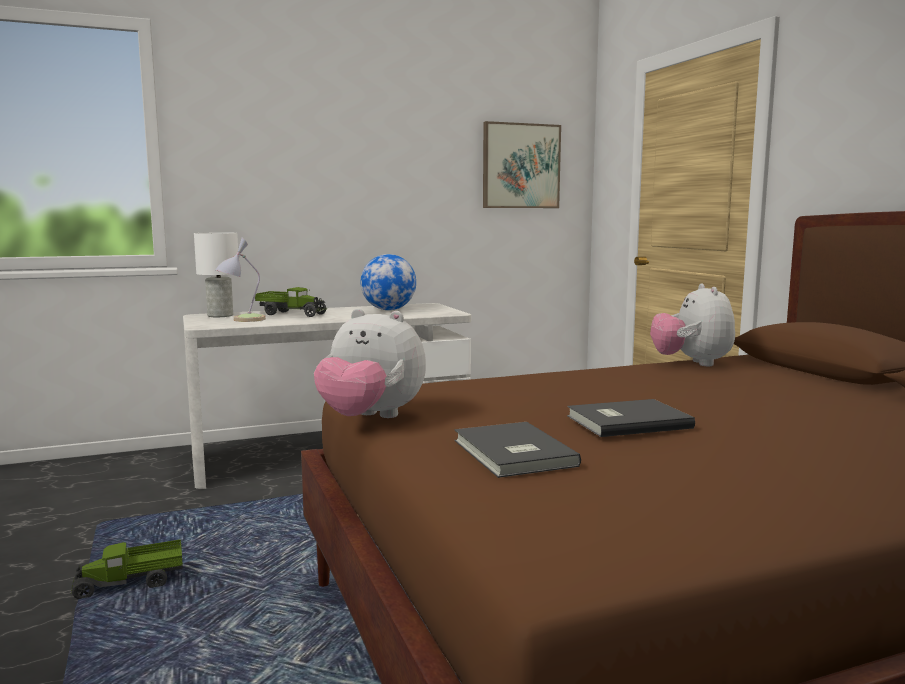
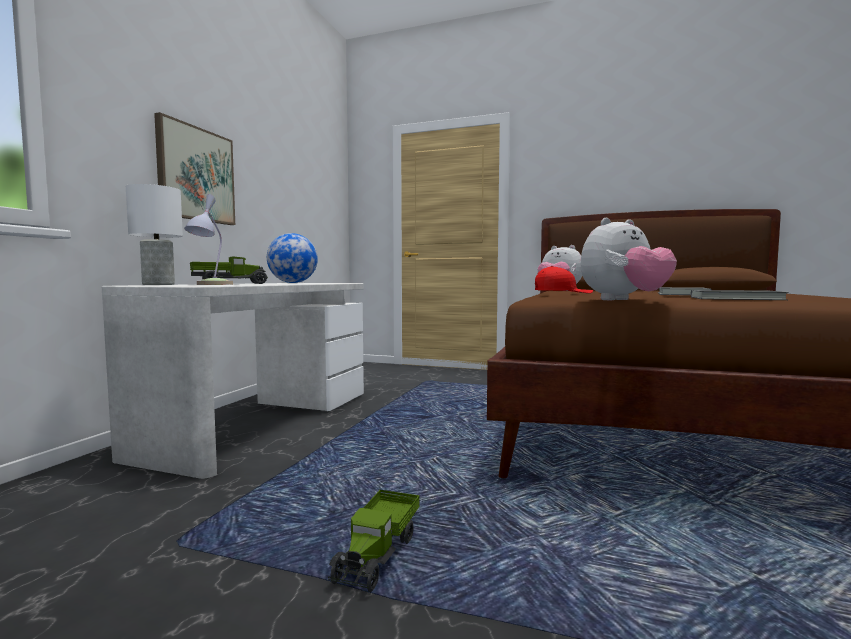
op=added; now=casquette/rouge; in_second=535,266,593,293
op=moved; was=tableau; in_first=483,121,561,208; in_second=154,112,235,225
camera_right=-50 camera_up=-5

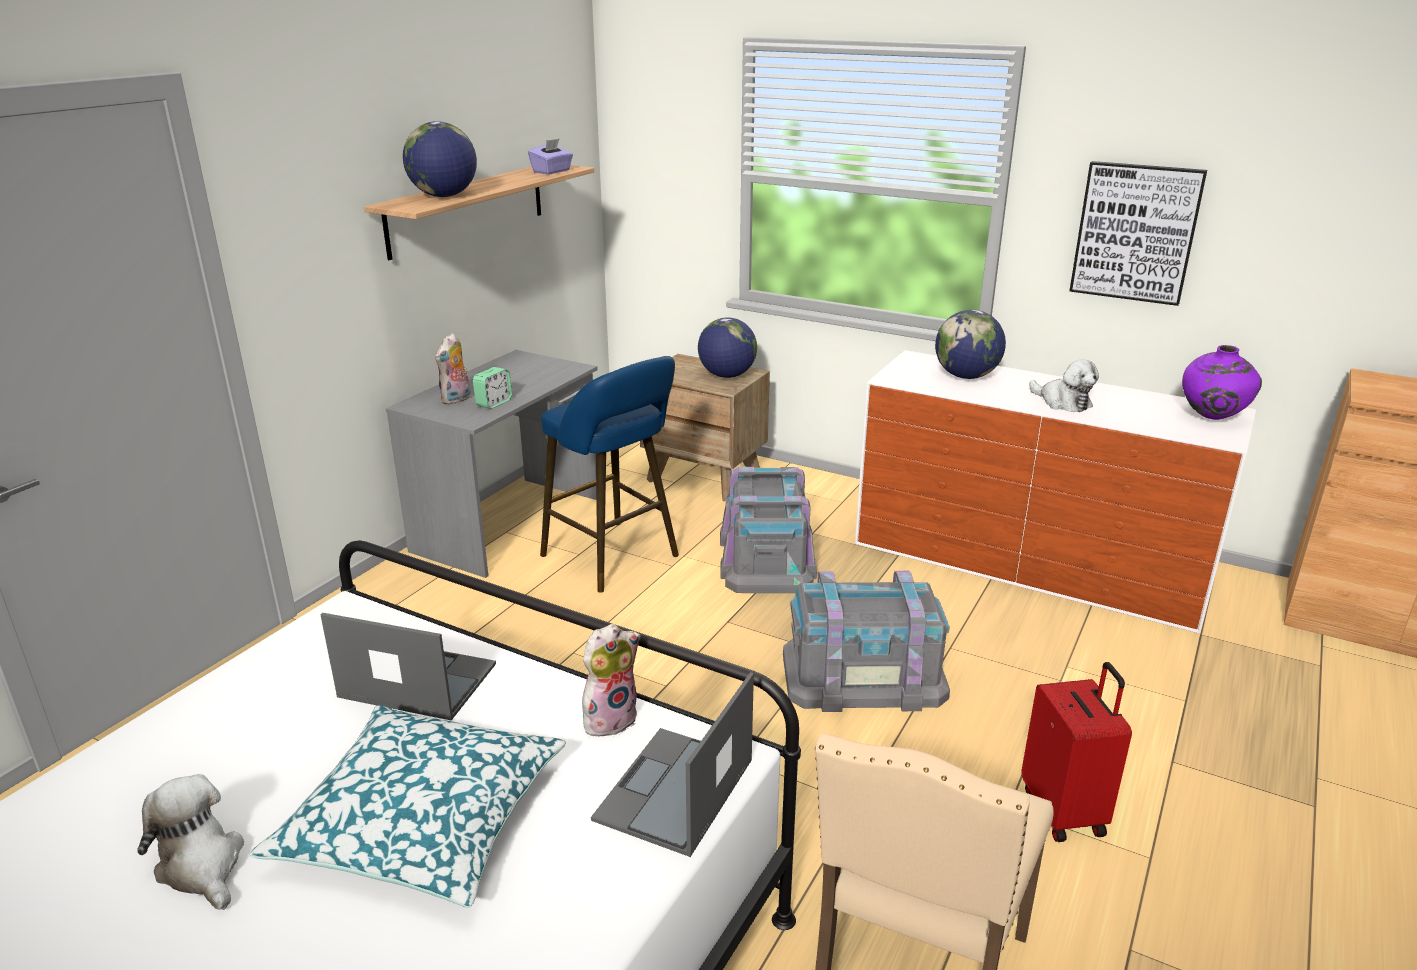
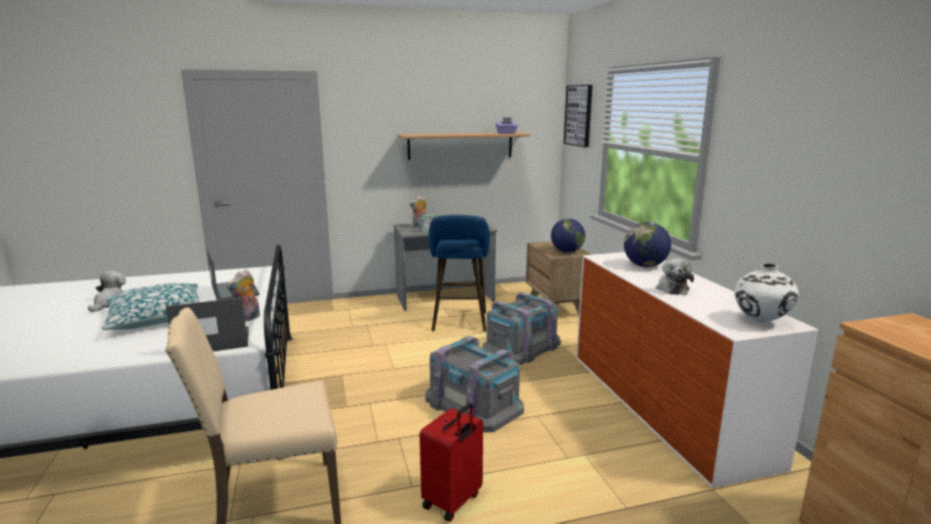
op=removed; was=globe; in_first=403,121,477,197
op=moved; was=tableau; in_first=1069,161,1207,306; in_second=564,85,592,147
op=recoloured; was=vase/violet; now=vase/blanc; in_first=1182,345,1262,420; in_second=735,263,799,323
op=turned; was=peluche; in_first=582,624,641,737; in_second=226,269,260,322; clockwise=120
camera_right=45 camera_up=-10

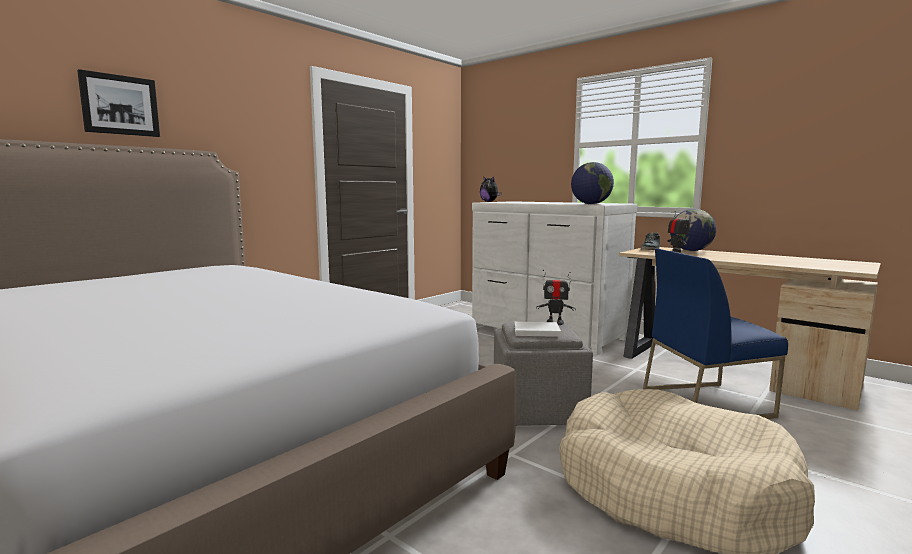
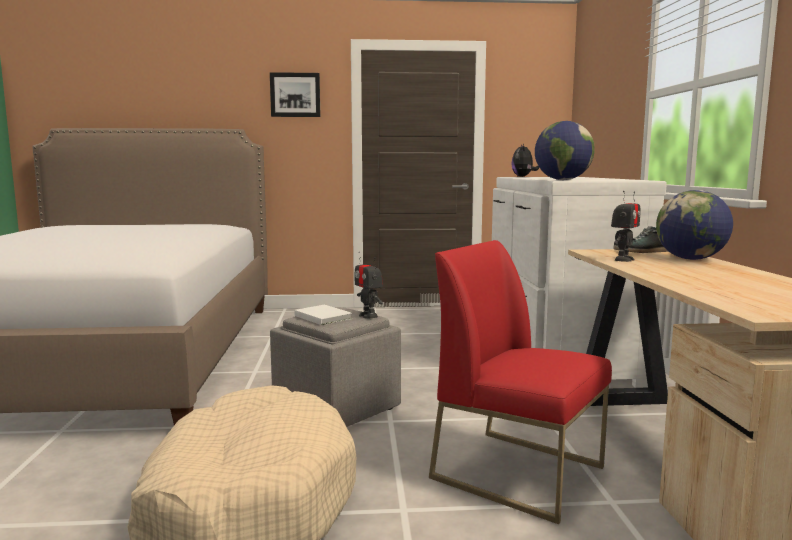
op=moved; was=tableau; in_first=77,69,160,137; in_second=270,72,320,117
op=recoloured; was=chaise/bleu; now=chaise/rouge; in_first=643,248,788,419; in_second=429,240,612,524
camera_right=45 camera_up=0

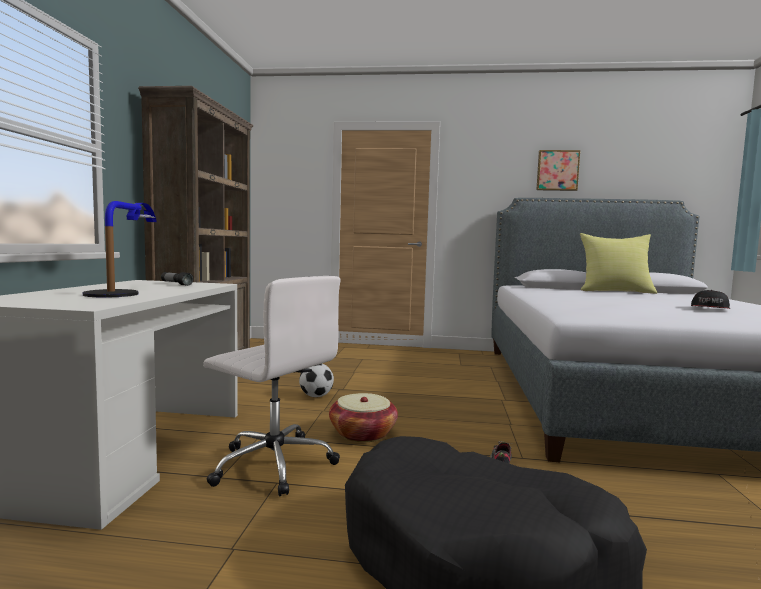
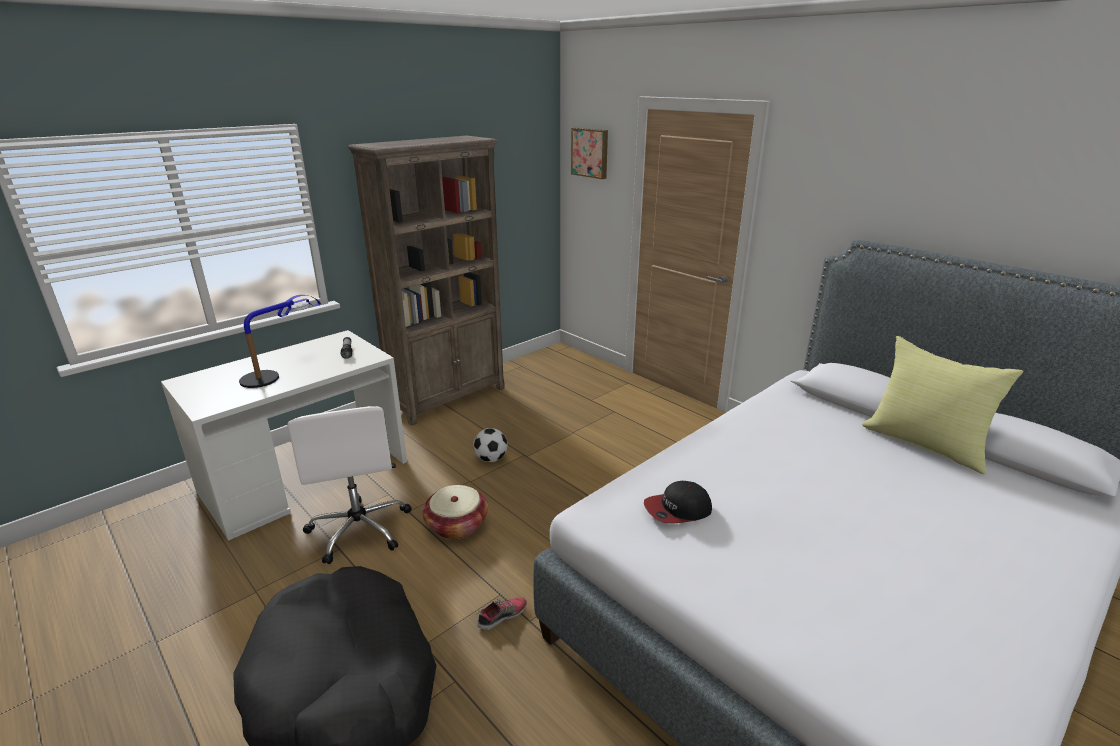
op=moved; was=tableau; in_first=536,150,580,191; in_second=571,127,608,179
op=moved; was=casquette; in_first=691,290,730,309; in_second=644,481,712,524
camera_right=40 camera_up=20

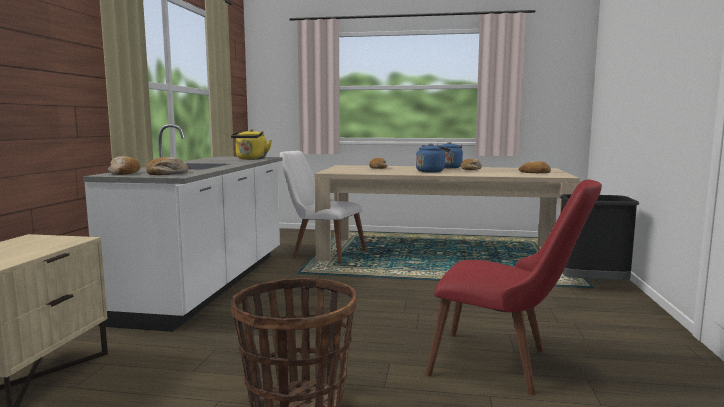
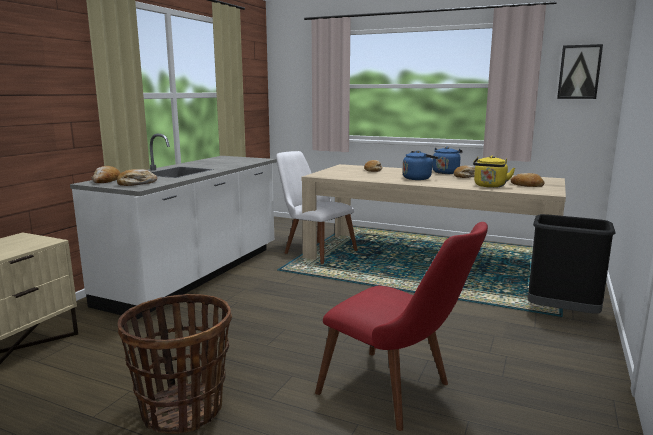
op=added; now=tableau; in_second=557,44,603,99
op=moved; was=bouilloire/jaune; in_first=230,129,272,160; in_second=473,155,515,188
camera_right=15 camera_up=5

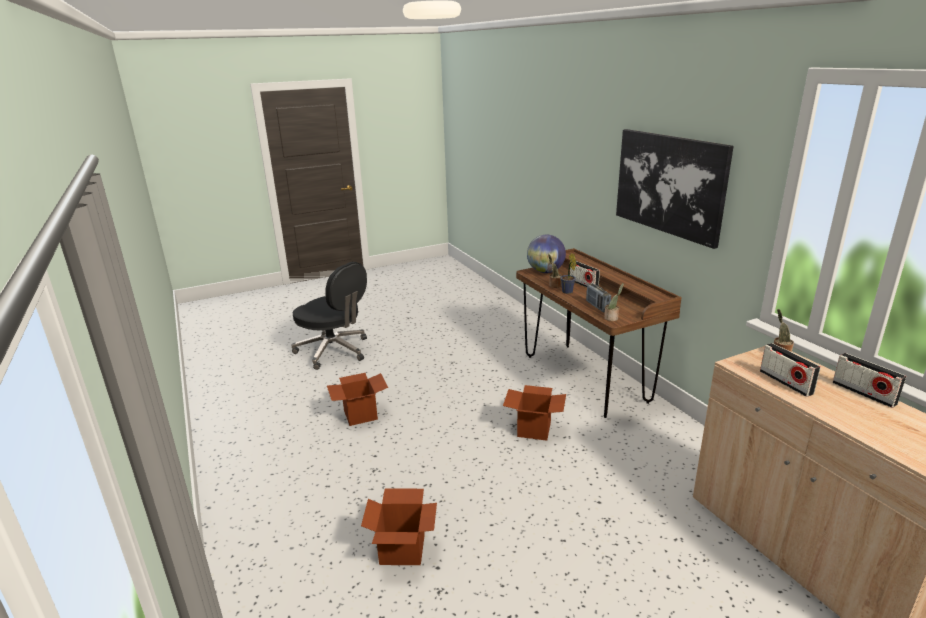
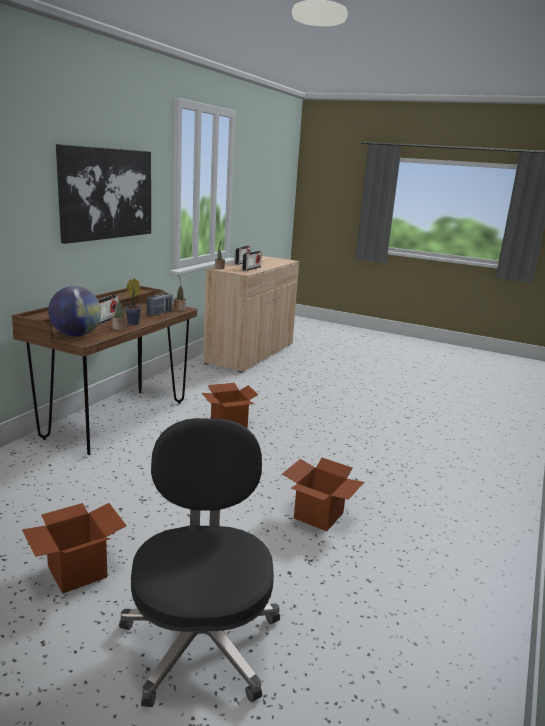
op=moved; was=carton; in_first=361,489,437,565; in_second=22,503,127,594
camera_right=-130 camera_up=-5

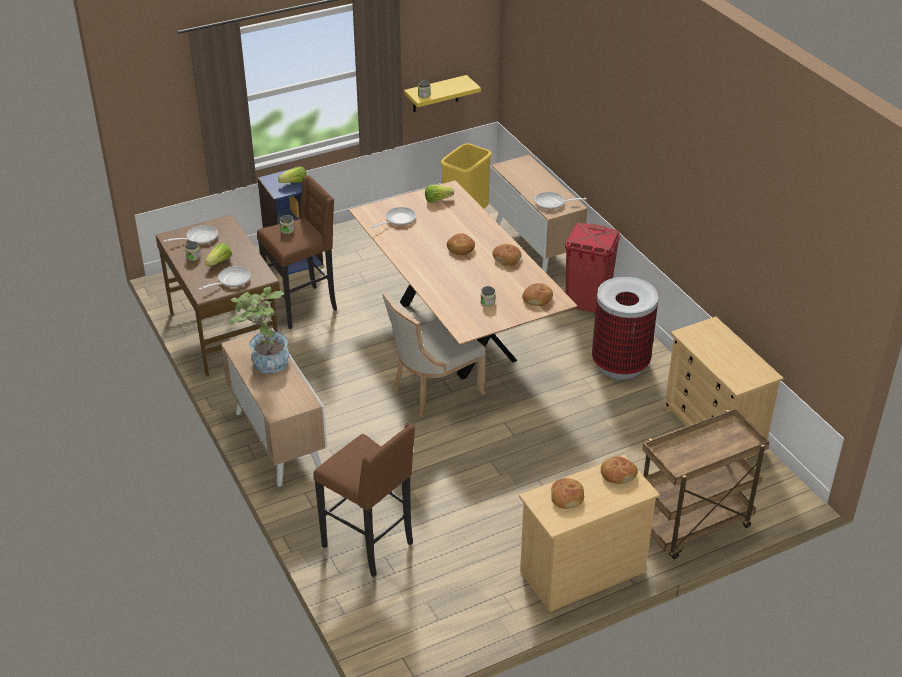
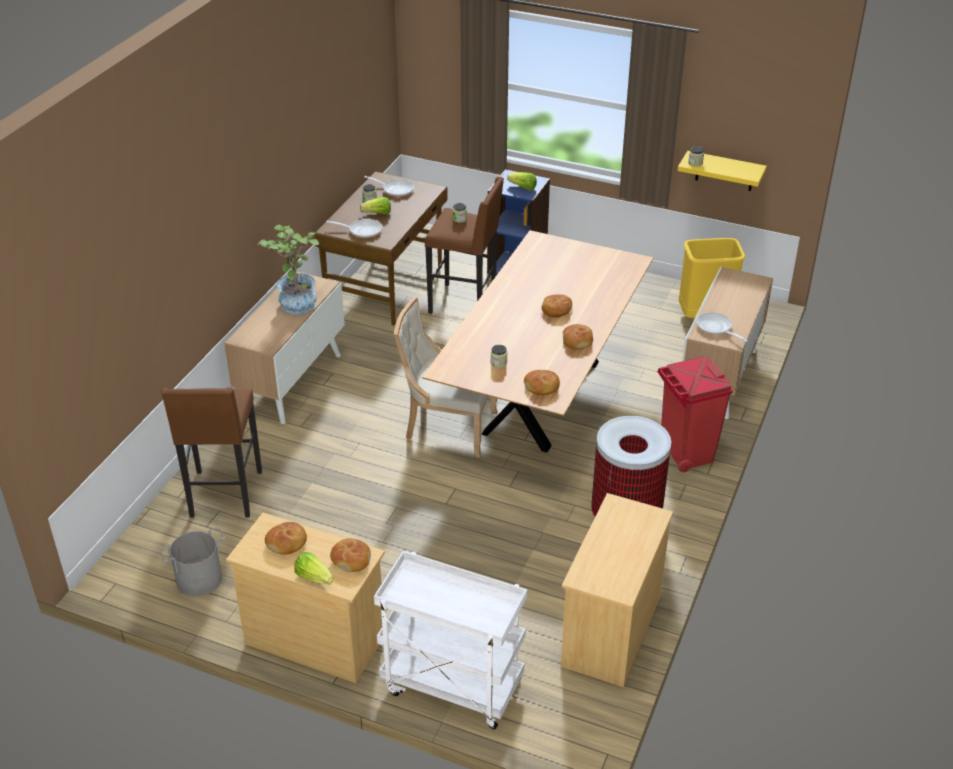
op=removed; was=poêle; in_first=371,207,416,228
op=added; now=seau/gris; in_second=159,527,225,596
op=moved; was=laitue; in_first=425,185,454,203; in_second=294,552,334,584
op=recoloured; was=chariot/marron; now=chariot/blanc; in_first=642,408,770,559; in_second=374,551,527,730
camera_right=50 camera_up=0

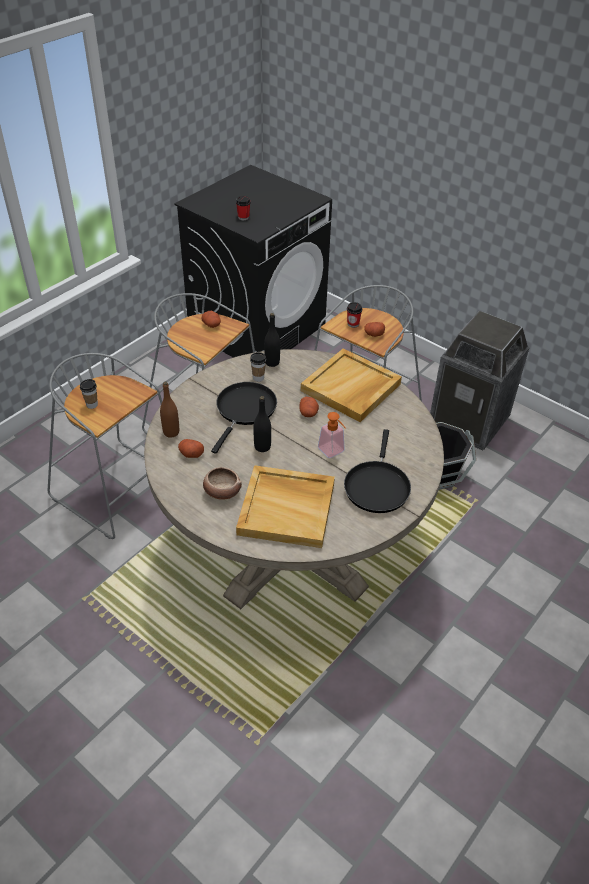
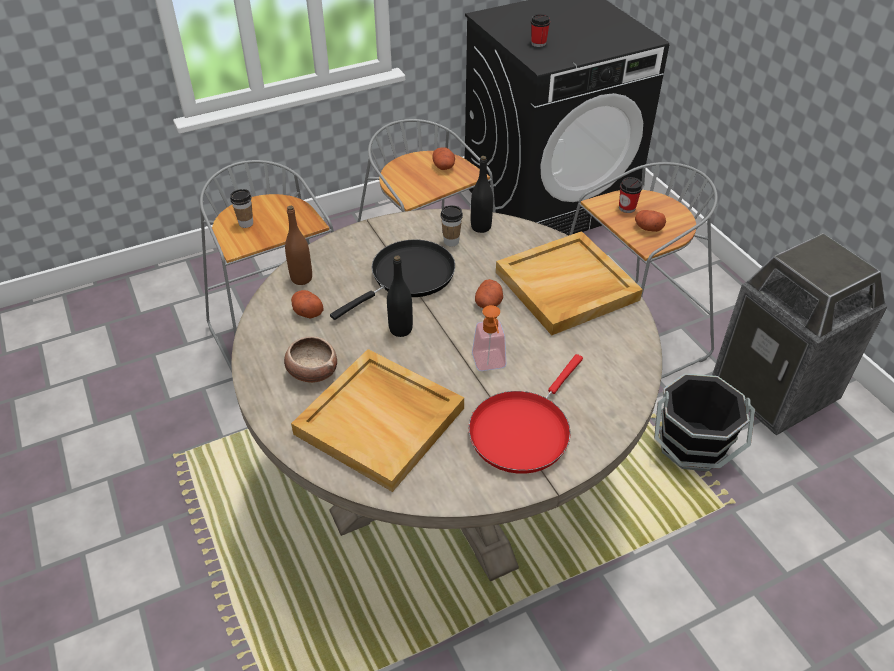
op=recoloured; was=poêle/noir; now=poêle/rouge; in_first=344,429,411,513; in_second=469,354,583,474
camera_right=25 camera_up=0

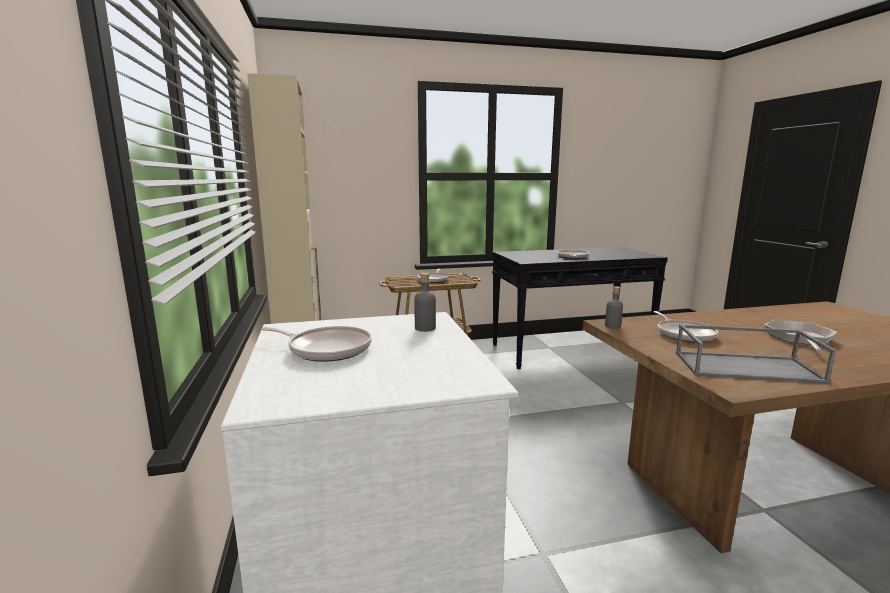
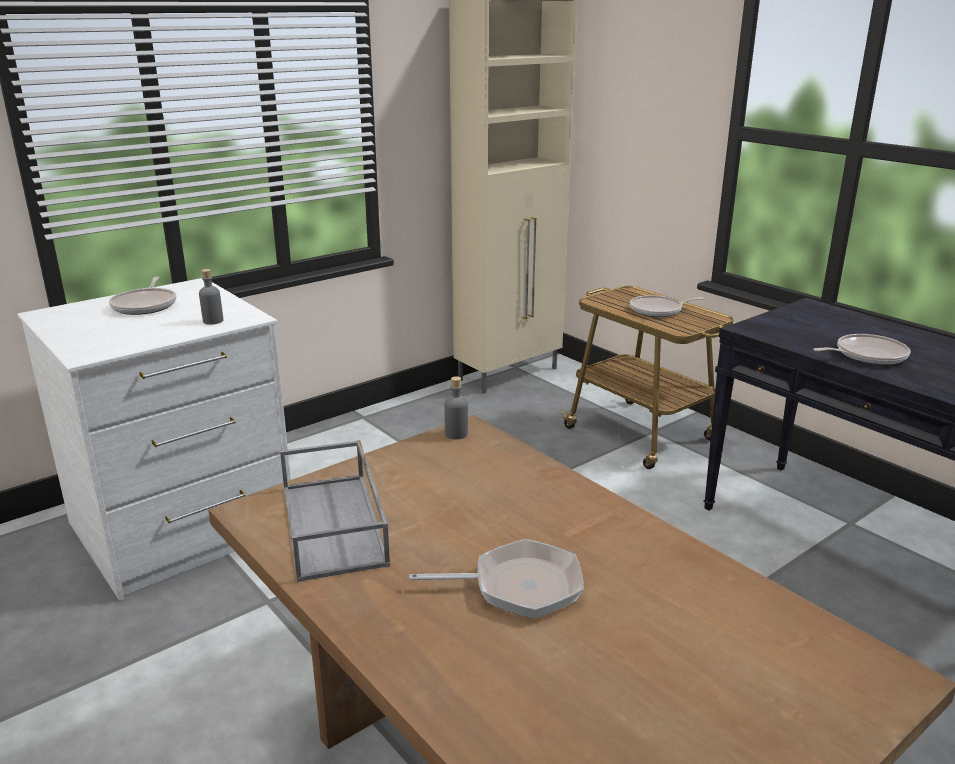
op=removed; was=poêle; in_first=654,311,718,342
camera_right=65 camera_up=10

